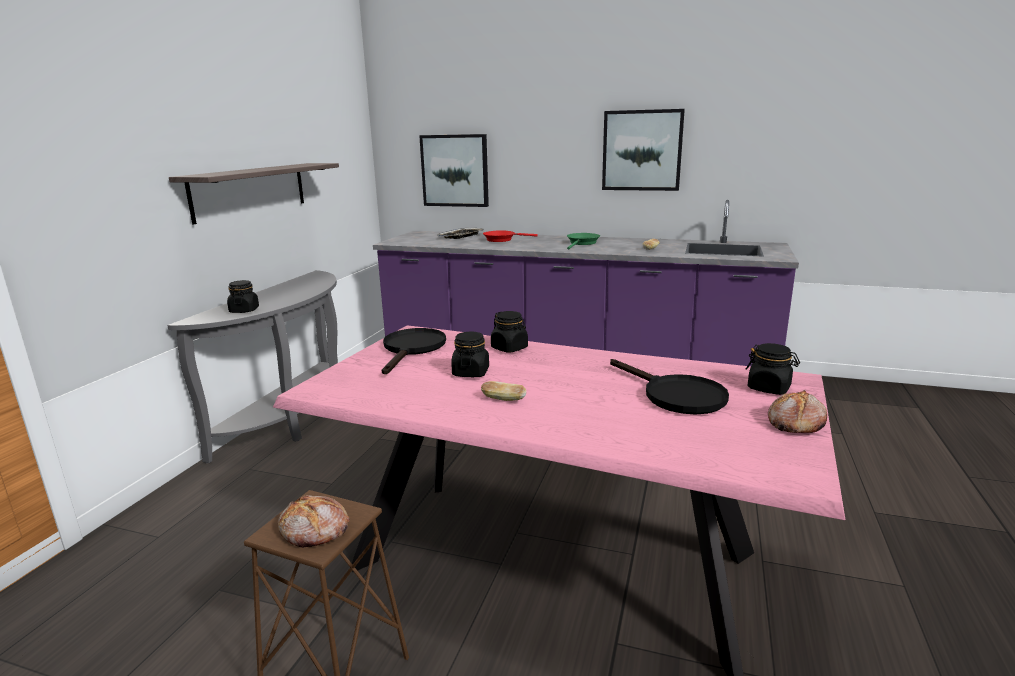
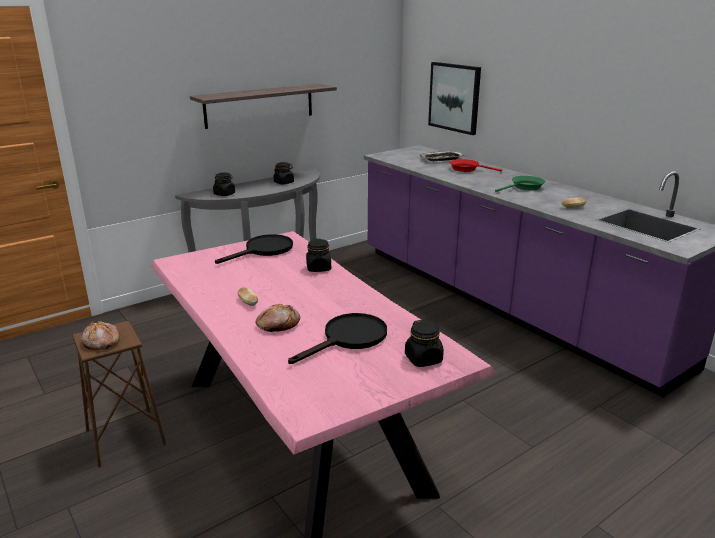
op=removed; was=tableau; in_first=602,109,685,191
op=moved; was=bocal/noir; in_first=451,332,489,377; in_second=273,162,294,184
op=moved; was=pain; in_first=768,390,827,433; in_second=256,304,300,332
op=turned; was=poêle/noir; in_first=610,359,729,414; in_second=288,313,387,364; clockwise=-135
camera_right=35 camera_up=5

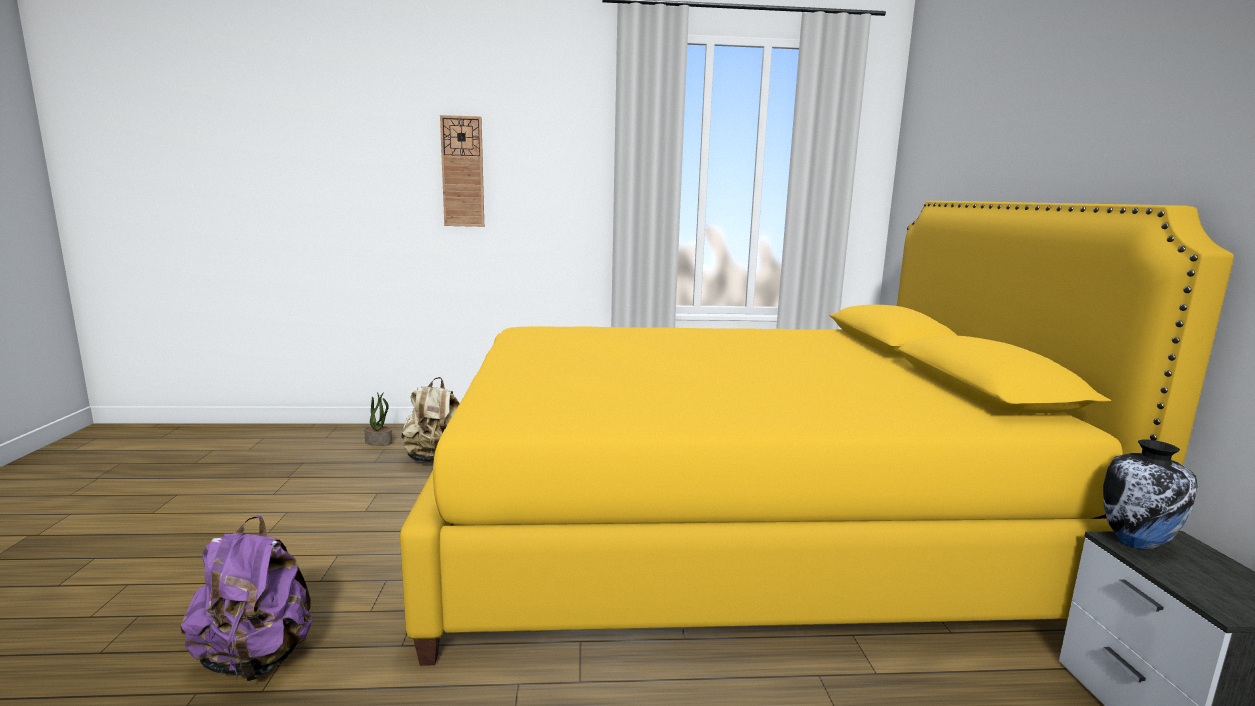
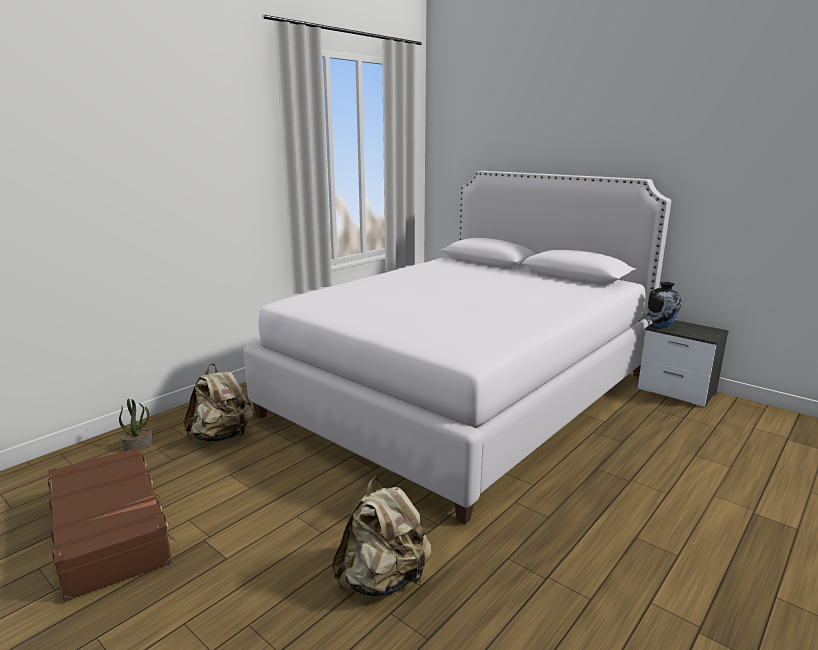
op=removed; was=horloge murale; in_first=440,115,484,227
op=added; now=valise/marron; in_second=48,447,176,602
op=recoloured; was=sac à dos/violet; now=sac à dos/beige; in_first=181,516,312,681; in_second=332,477,432,596
op=recoloured; was=lit/jaune; now=lit/blanc; in_first=400,201,1234,666; in_second=243,171,671,525
camera_right=-45 camera_up=5

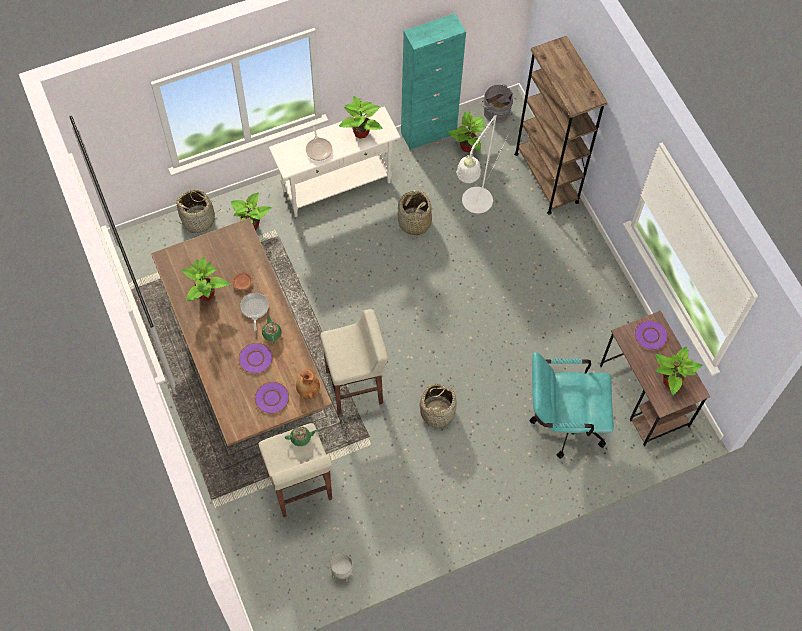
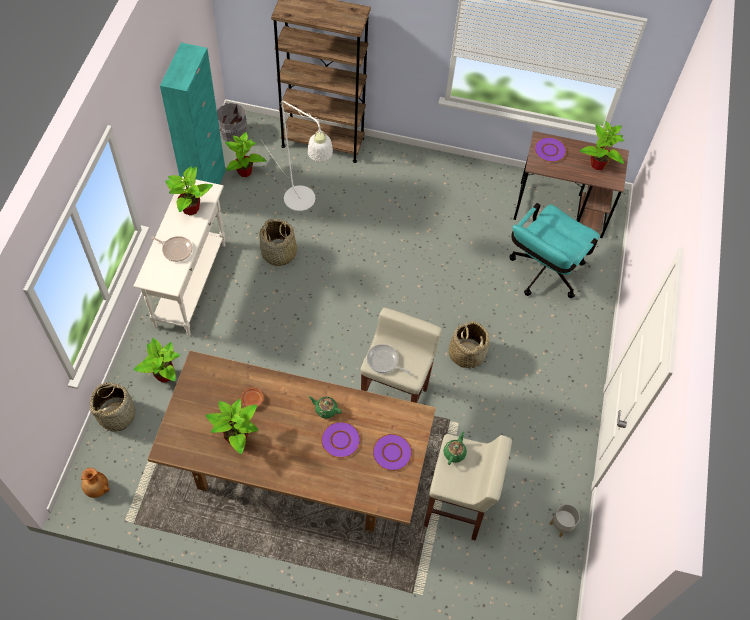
op=moved; was=poêle; in_first=240,293,269,331; in_second=367,344,411,374
op=moved; was=vase/marron; in_first=296,369,320,399; in_second=81,468,110,498
camera_right=-55 camera_up=-5

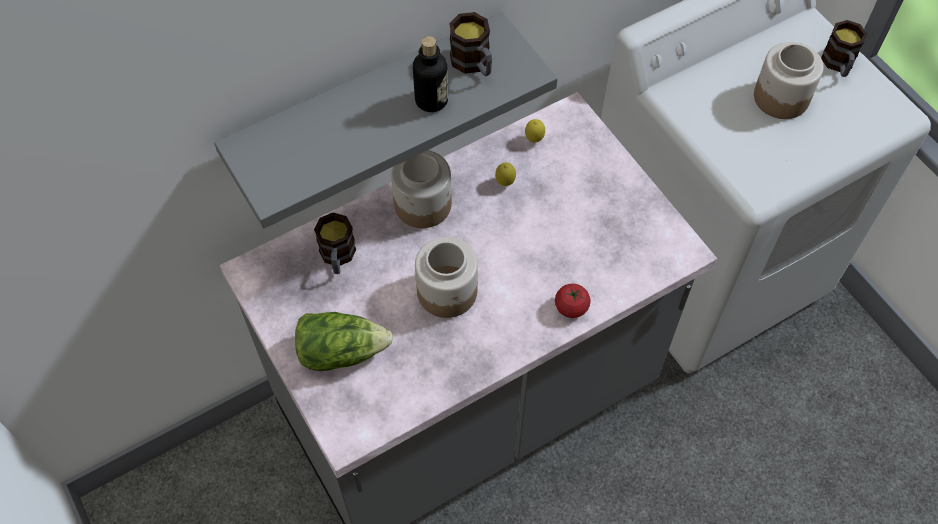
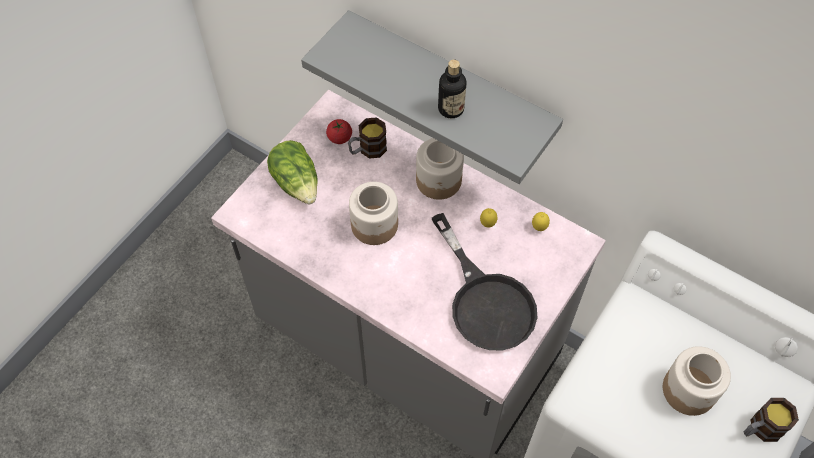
op=removed; was=mug; in_first=449,12,492,76
op=added; now=poêle/noir; in_second=432,213,537,350
op=moved; was=tomate; in_first=555,284,590,318; in_second=326,119,352,144
camera_right=65 camera_up=0

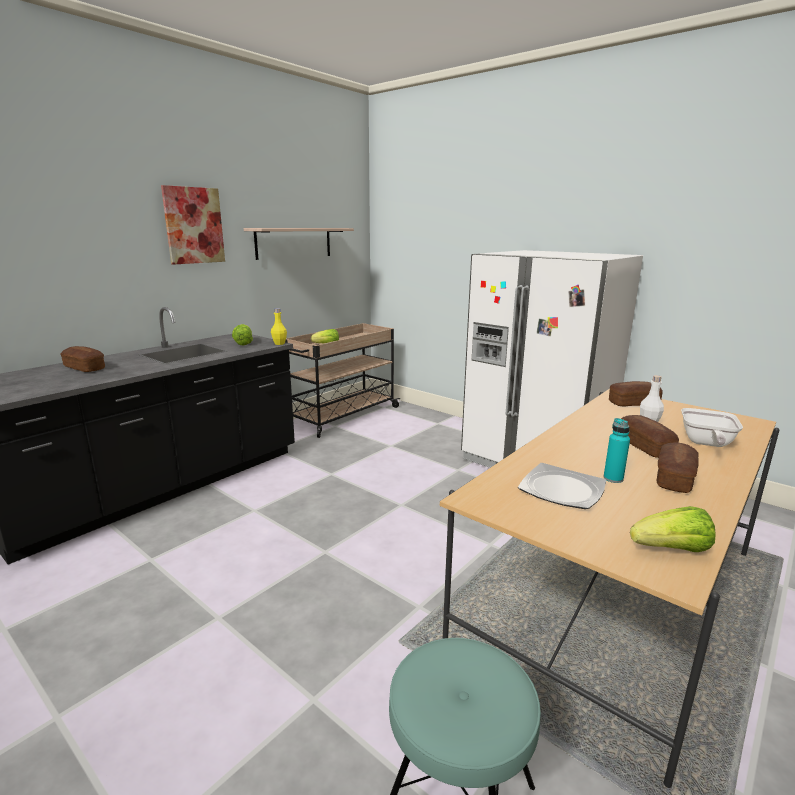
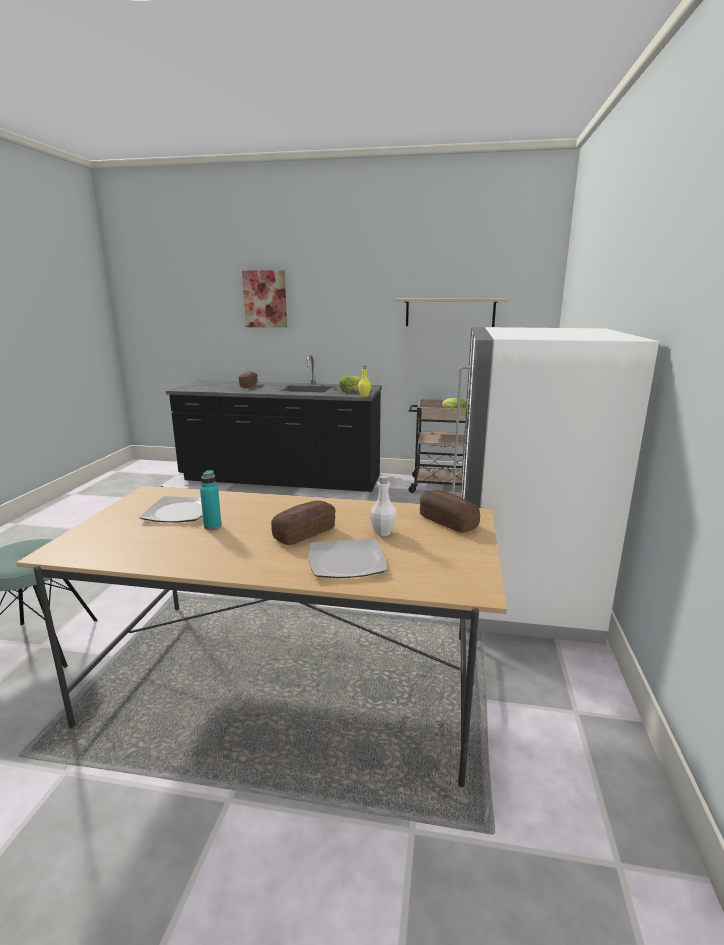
op=removed; was=laitue; in_first=630,506,716,552
op=removed; was=pain; in_first=656,442,699,493
op=moved; was=tableau; in_first=161,185,225,265; in_second=242,270,287,328
op=replaced; was=poêle; now=assiette; in_first=681,408,743,447; in_second=309,539,387,578
camera_right=60 camera_up=0

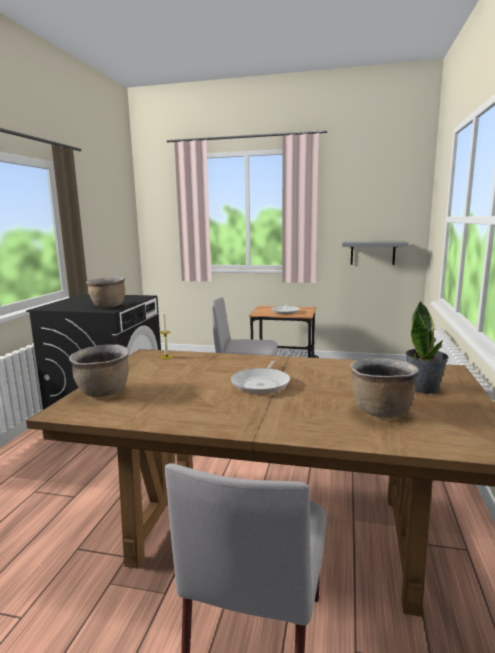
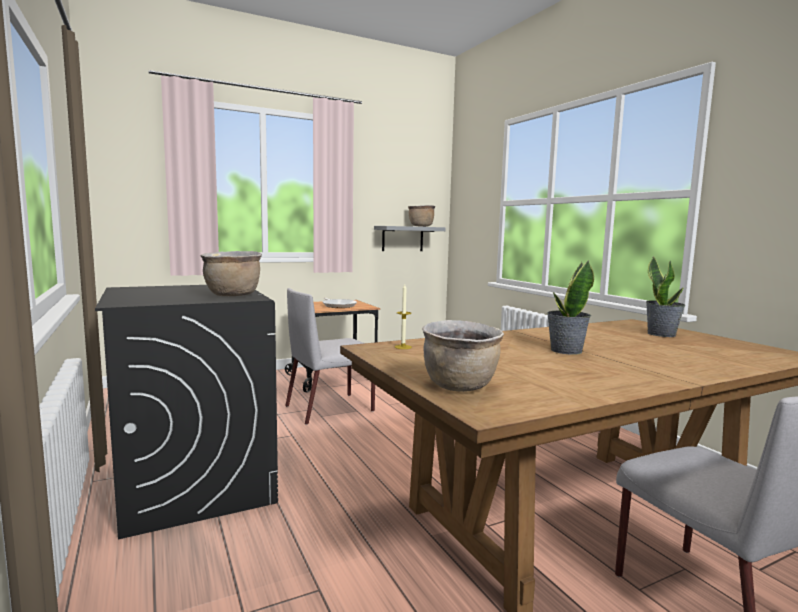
op=moved; was=marmite/marron; in_first=351,358,419,418; in_second=408,205,435,227
op=replaced; was=poêle; now=plante en pot; in_first=231,360,290,394; in_second=547,260,594,355
camera_right=-40 camera_up=-5

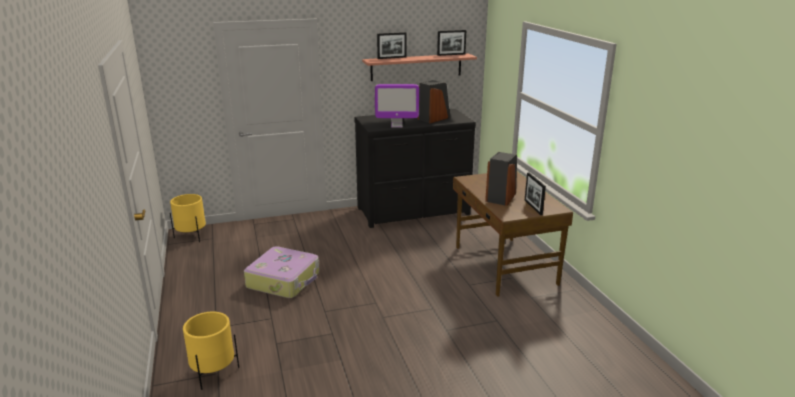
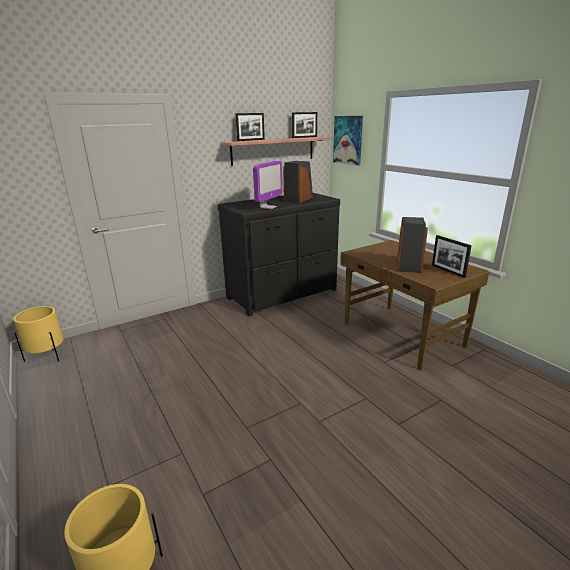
op=removed; was=valise; in_first=244,246,319,298
op=added; now=tableau; in_second=333,116,363,166
op=turned; was=écran d'ordinateur; in_first=375,84,419,128; in_second=253,161,283,209; clockwise=-45
camera_right=-15 camera_up=0

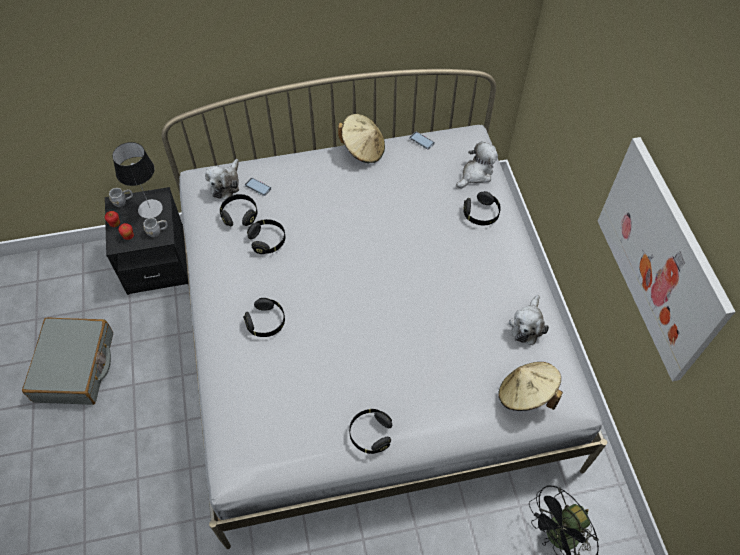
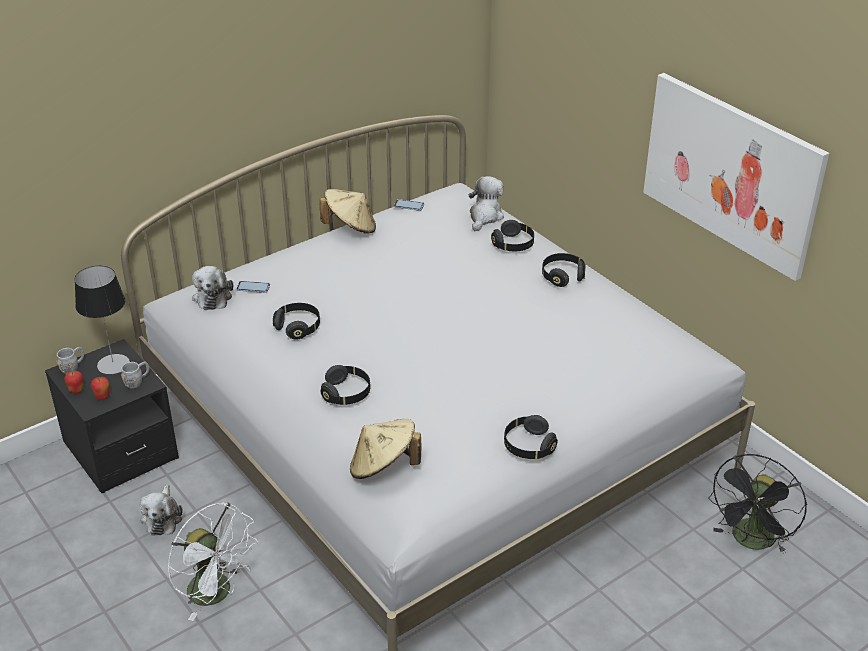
op=removed; was=valise/gris; in_first=22,317,113,405
op=added; now=ventilateur/blanc; in_second=167,502,259,621
op=moved; was=casque audio/noir; in_first=220,194,258,227; in_second=542,253,586,287
op=moved; was=chapeau/beige; in_first=499,362,563,411; in_second=350,419,422,479
op=moved; was=peluche; in_first=509,295,549,345; in_second=140,484,182,536
camera_right=-25 camera_up=-20

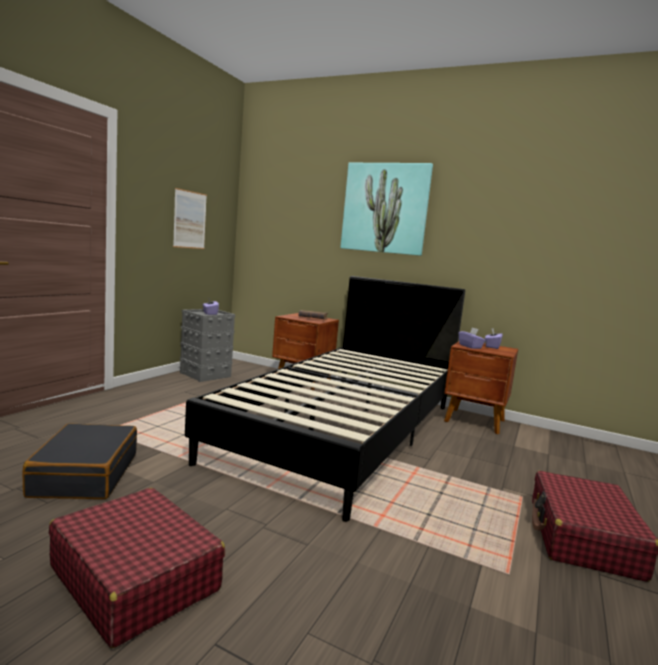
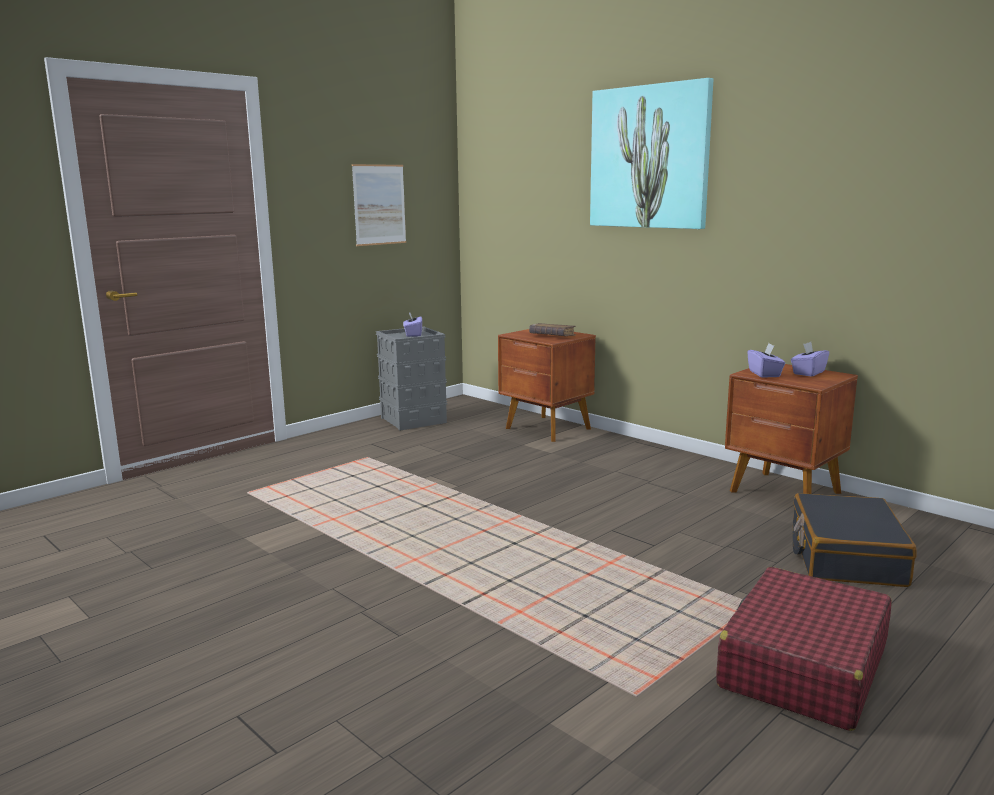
op=removed; was=valise/rouge; in_first=49,488,225,648
op=removed; was=lit/noir; in_first=185,276,465,522
op=moved; was=valise/noir; in_first=22,423,137,499; in_second=793,493,917,587
camera_right=20 camera_up=5

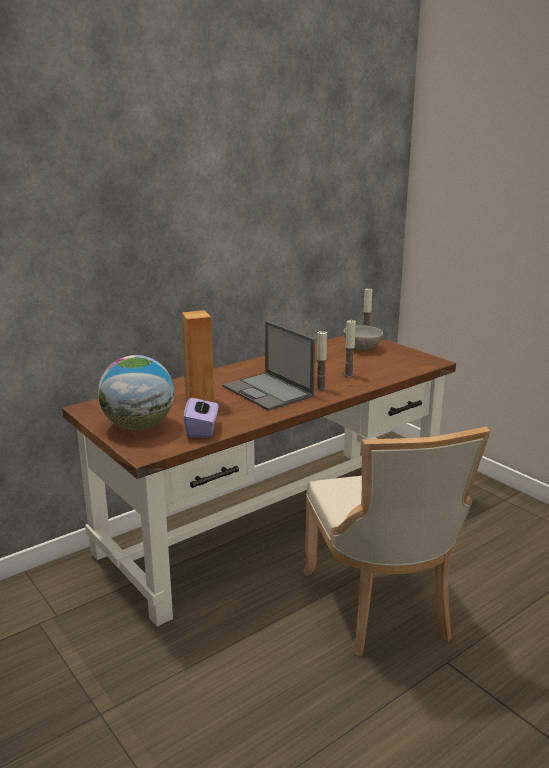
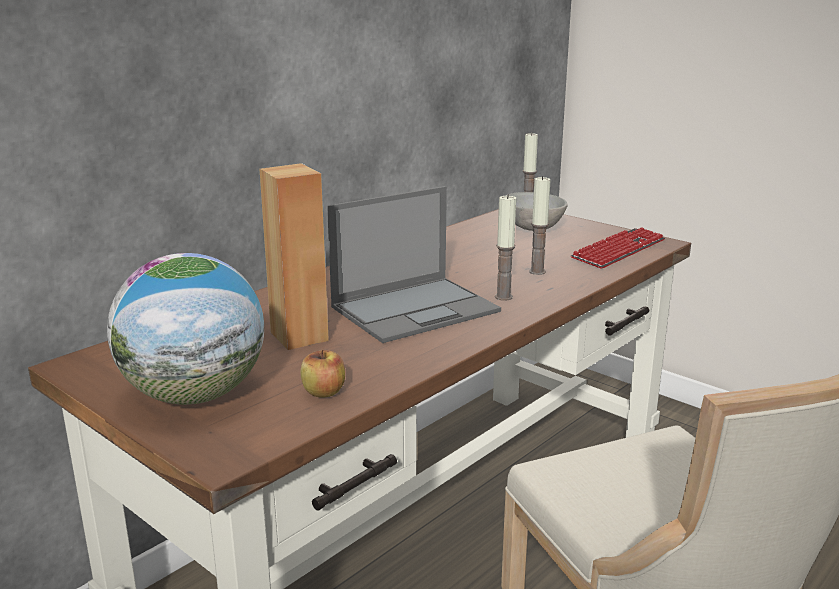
op=added; now=clavier; in_second=571,227,665,269
op=replaced; was=boîte à mouchoirs/violet; now=pomme; in_first=184,395,218,438; in_second=301,349,345,398
op=turned; was=ordinateur portable; in_first=222,321,315,411; in_second=327,186,501,343; clockwise=-75
camera_right=-10 camera_up=0

